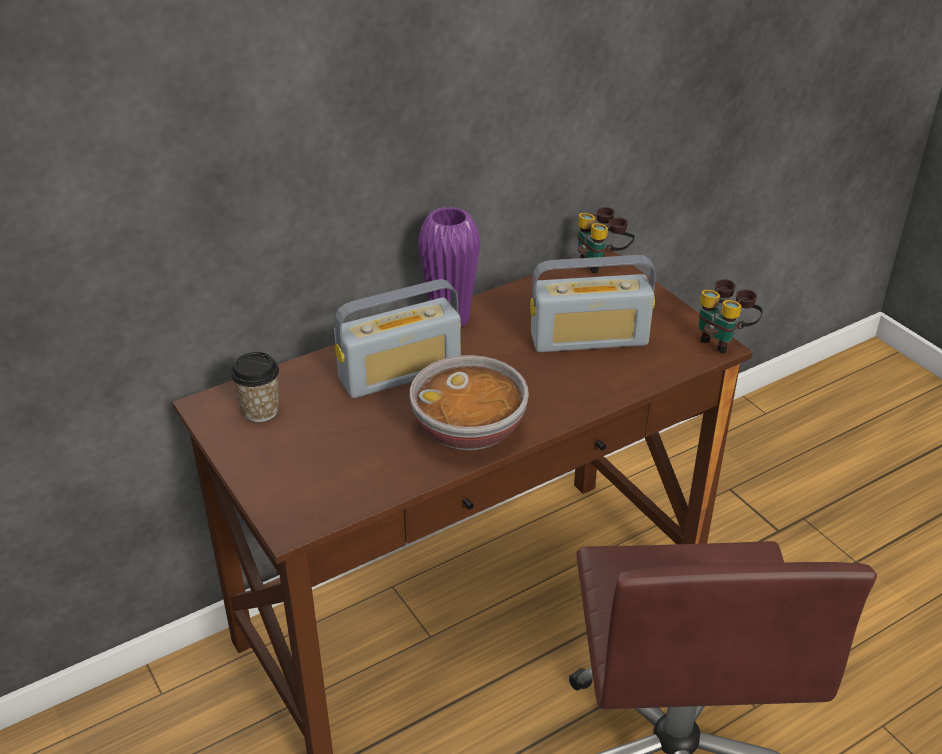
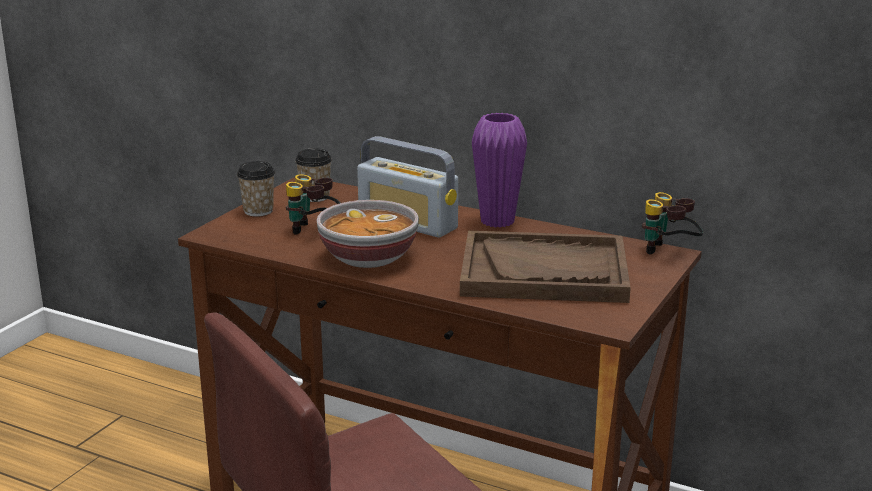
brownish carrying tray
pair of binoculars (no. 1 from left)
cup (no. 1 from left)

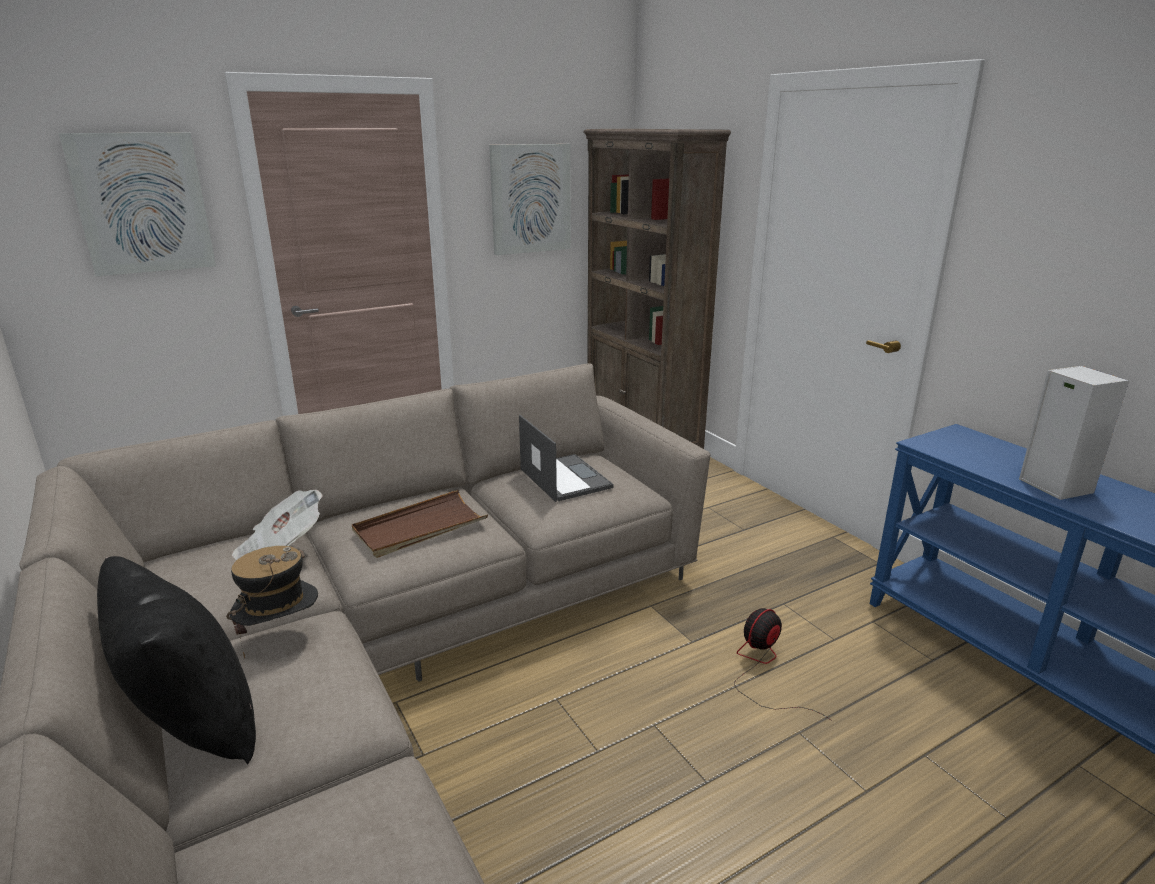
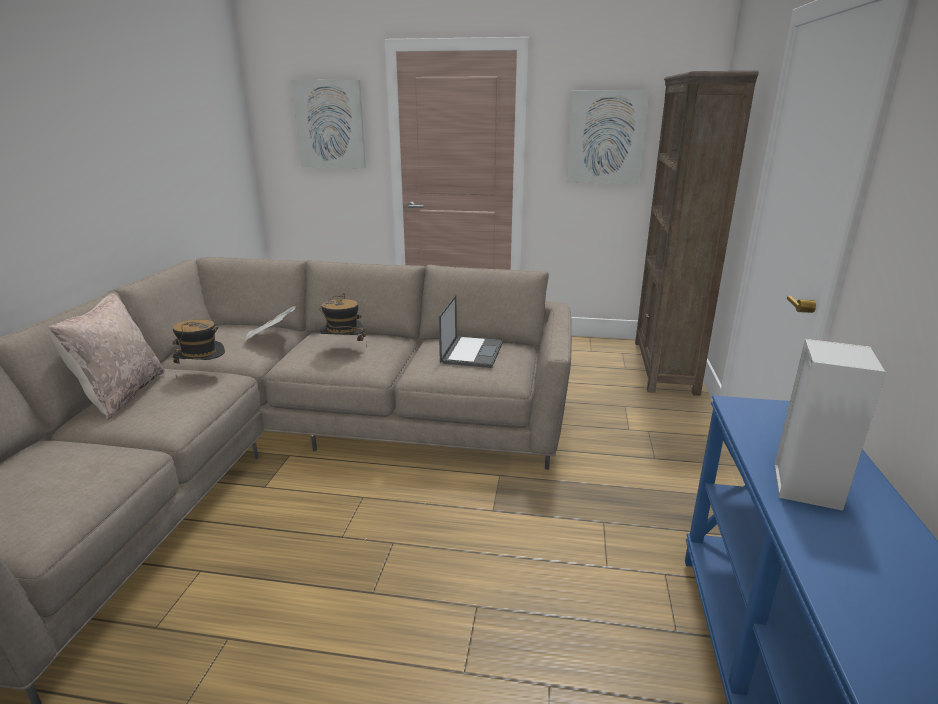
wearable hat (no. 2 from left)
beige throw pillow
fan

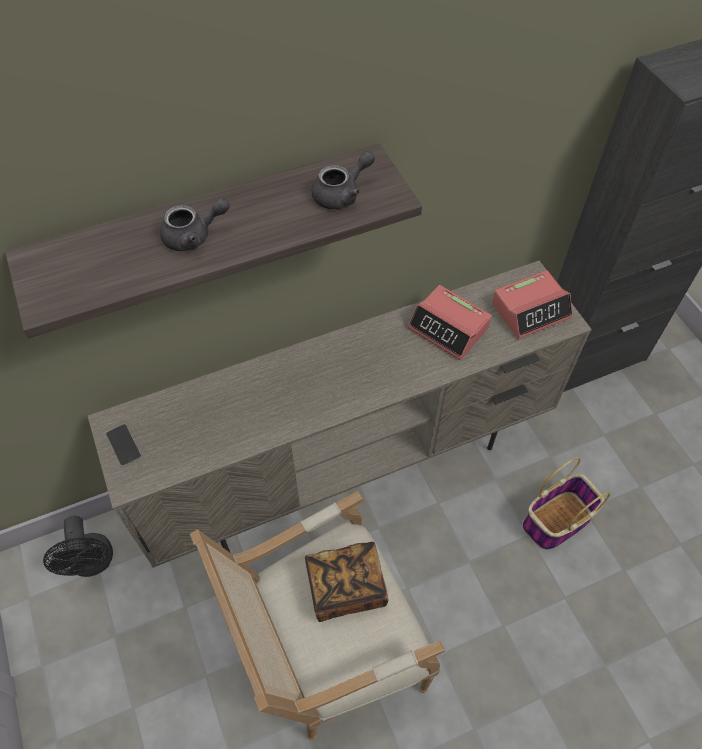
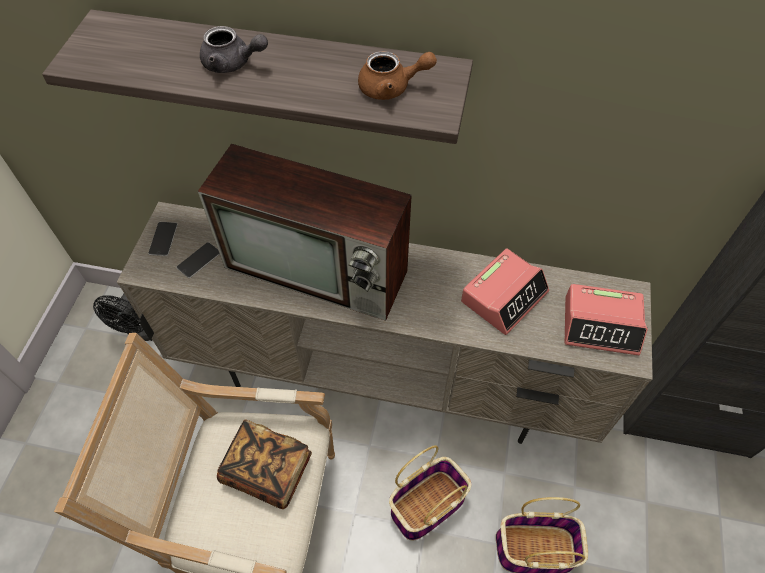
brownish pot for tea
bedside clock (no. 1 from left)
TV set
phone (no. 2 from left)
basket (no. 1 from left)

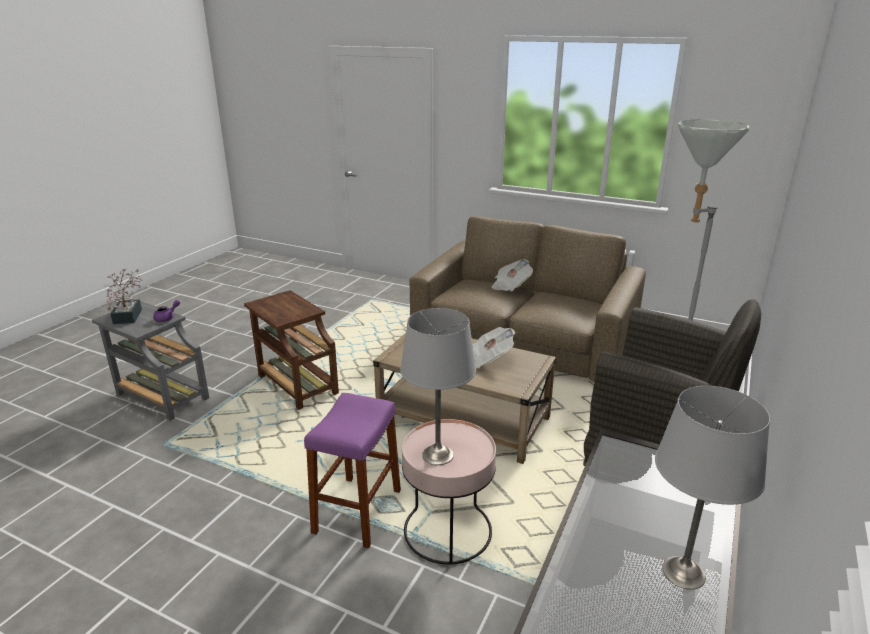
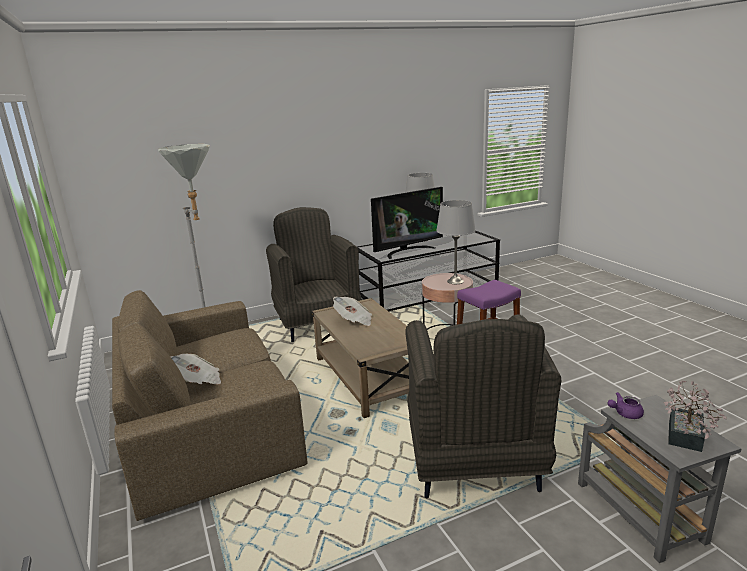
grey armchair (no. 2 from left)
TV set

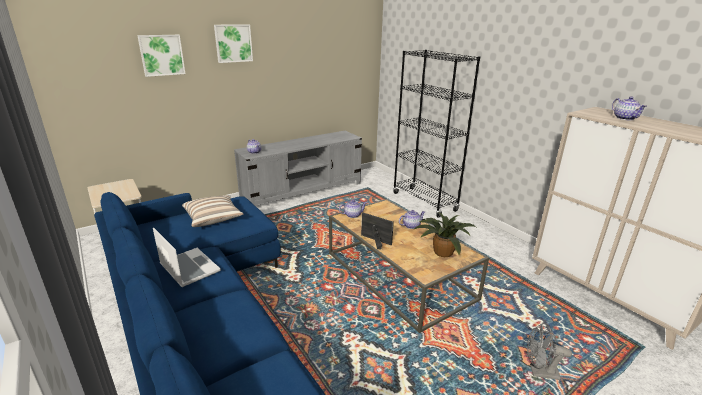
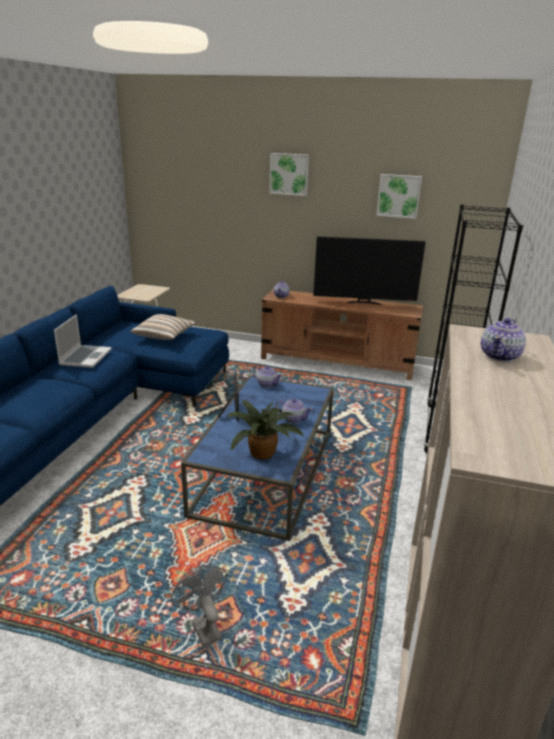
wall picture (no. 2 from left)
brownish media console
blue-coloured low table
TV set

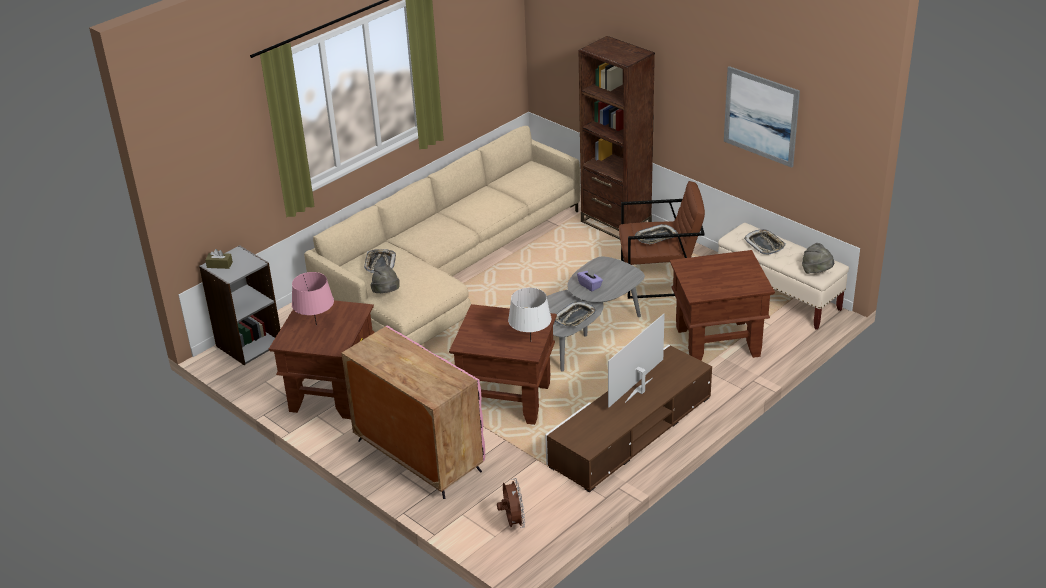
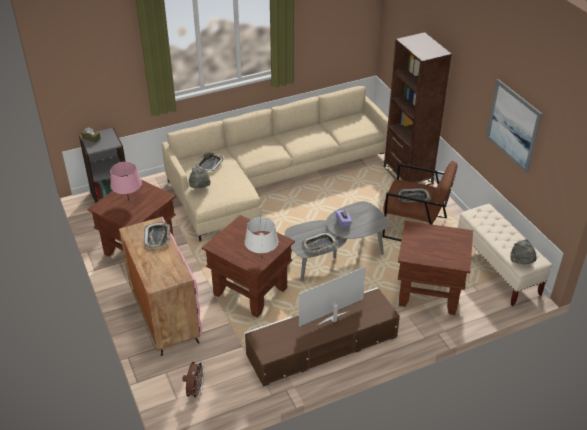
carrying tray (no. 1 from left)

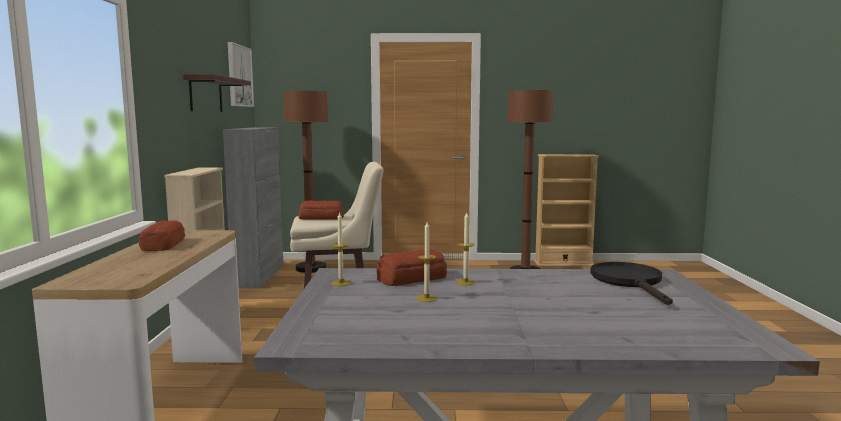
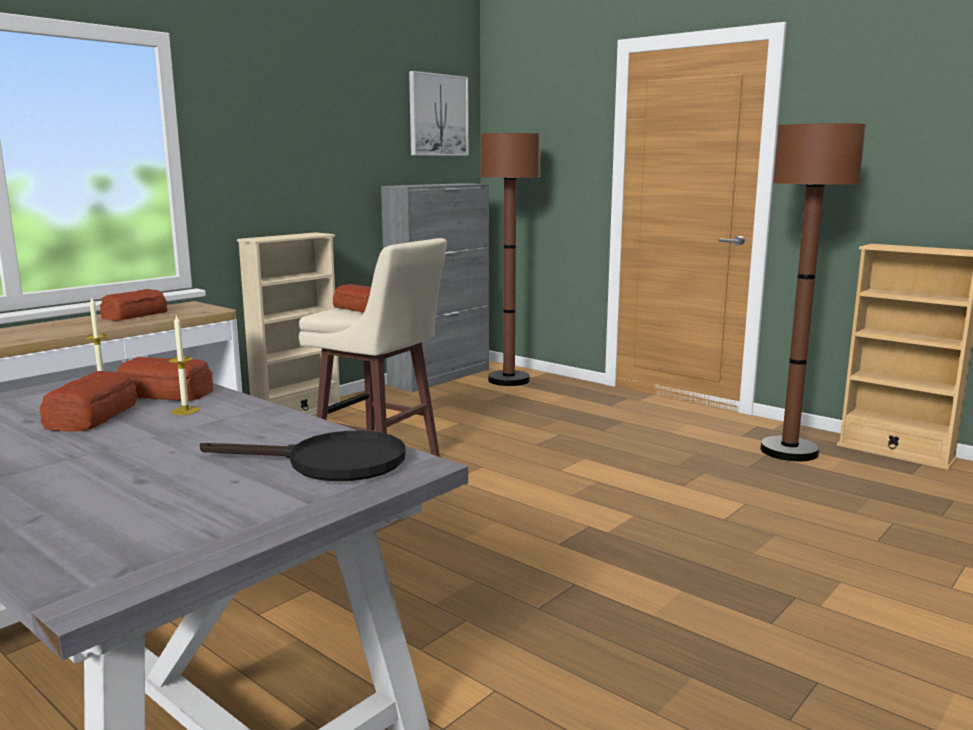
bracket shelf
baked bread (no. 1 from left)
black frying pan

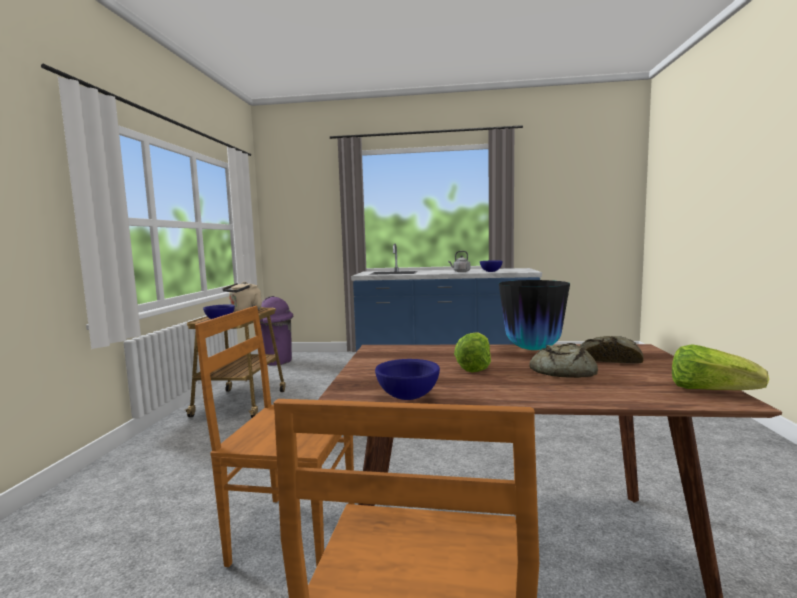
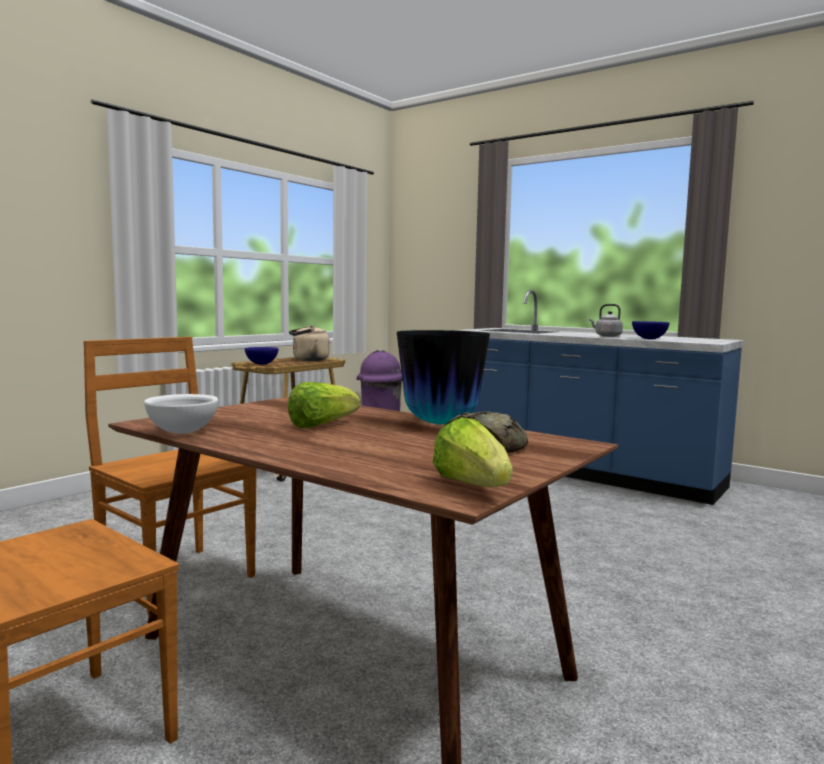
baked bread (no. 1 from left in the first image)
white bowl

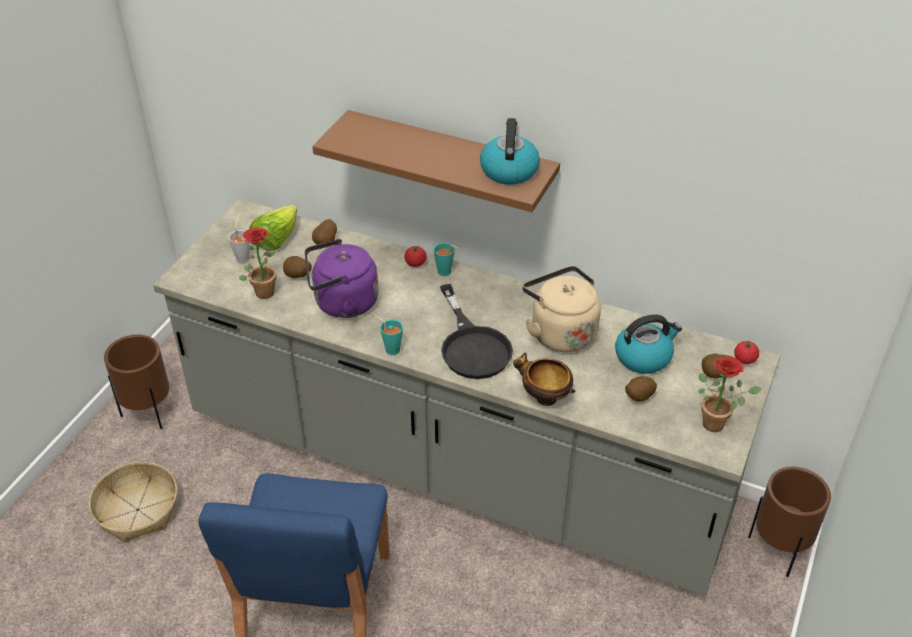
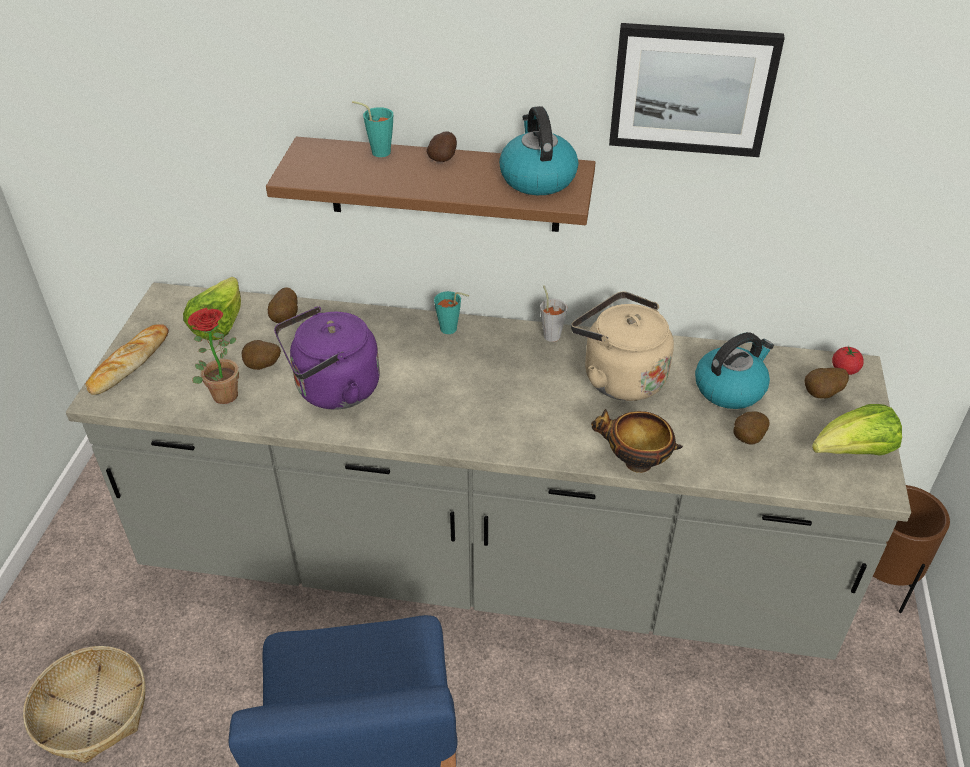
grey cup
tomato (no. 1 from left in the first image)
black frying pan
blue-green cup (no. 1 from left)
brownish plant pot (no. 1 from left in the first image)
lettuce (no. 2 from left)
wall picture
potato (no. 3 from left)
baked bread

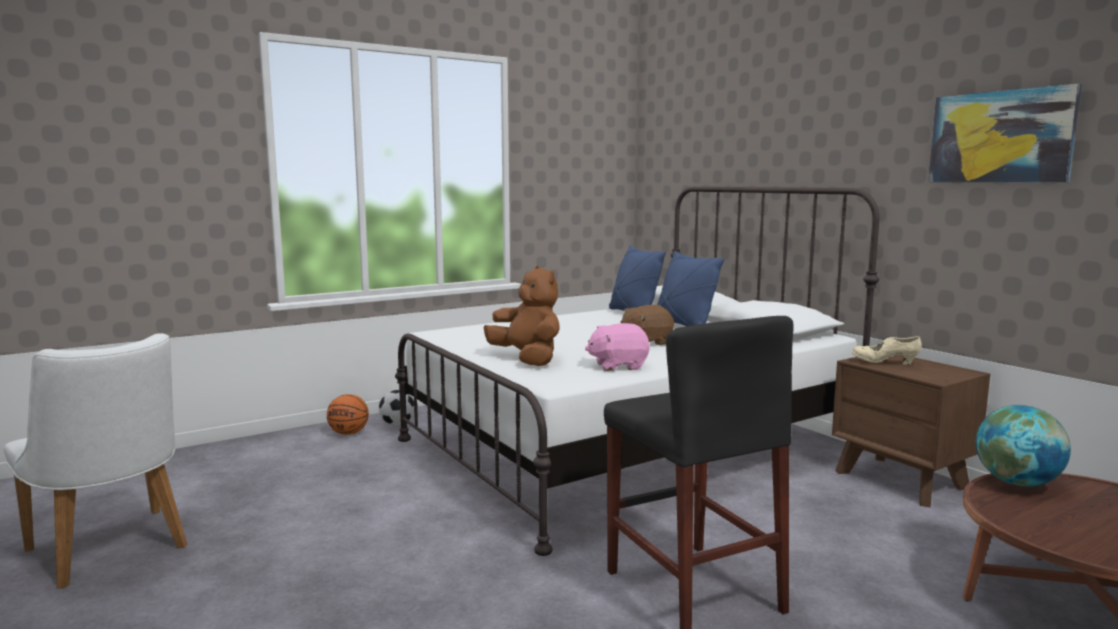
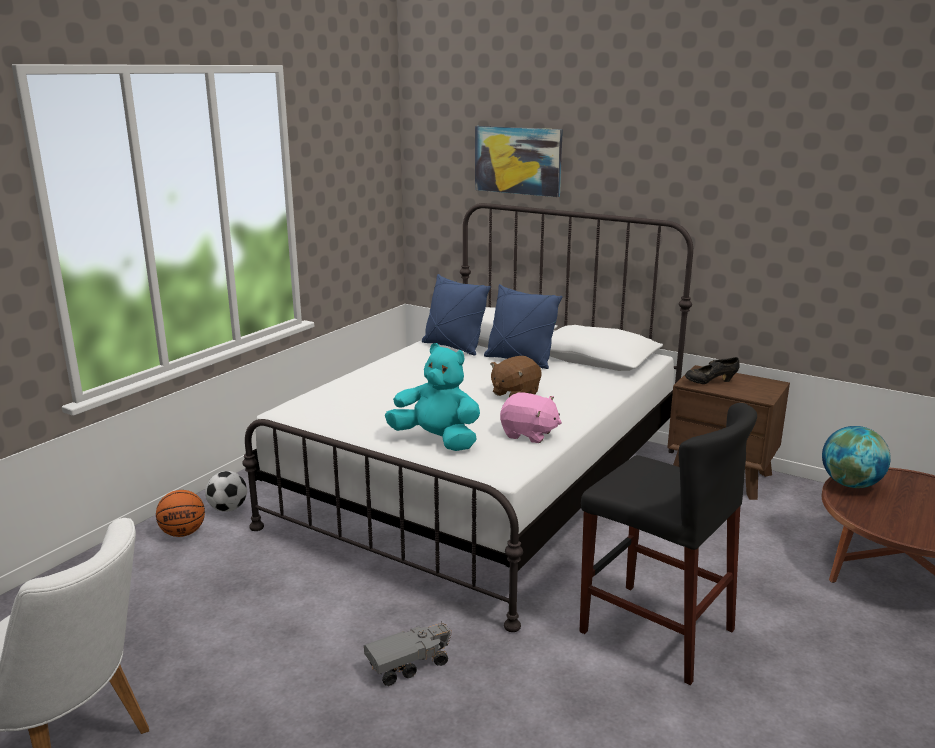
wall picture
blue-green plush toy
pink plush toy
black item of footwear
toy lorry

